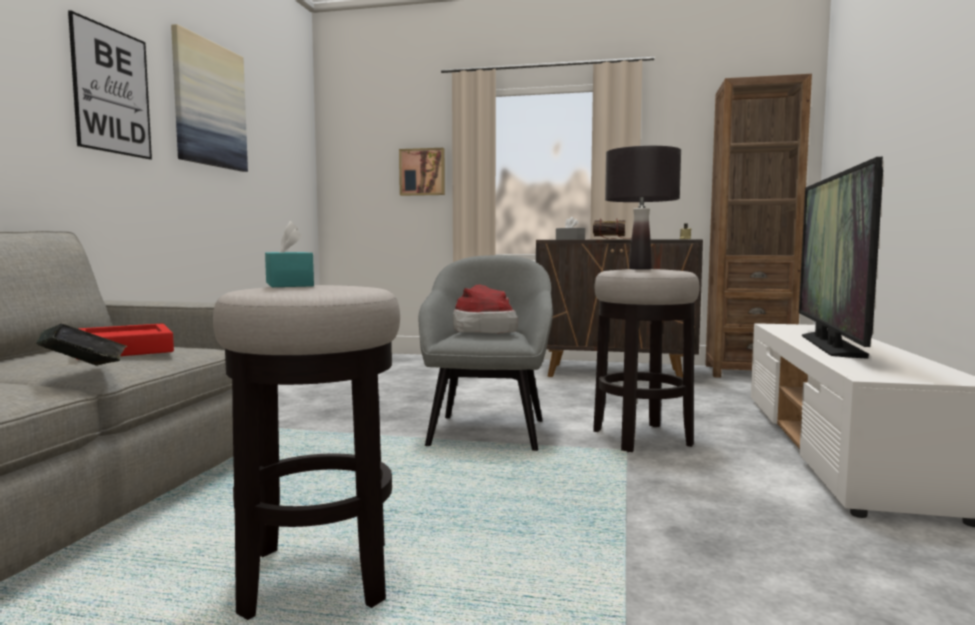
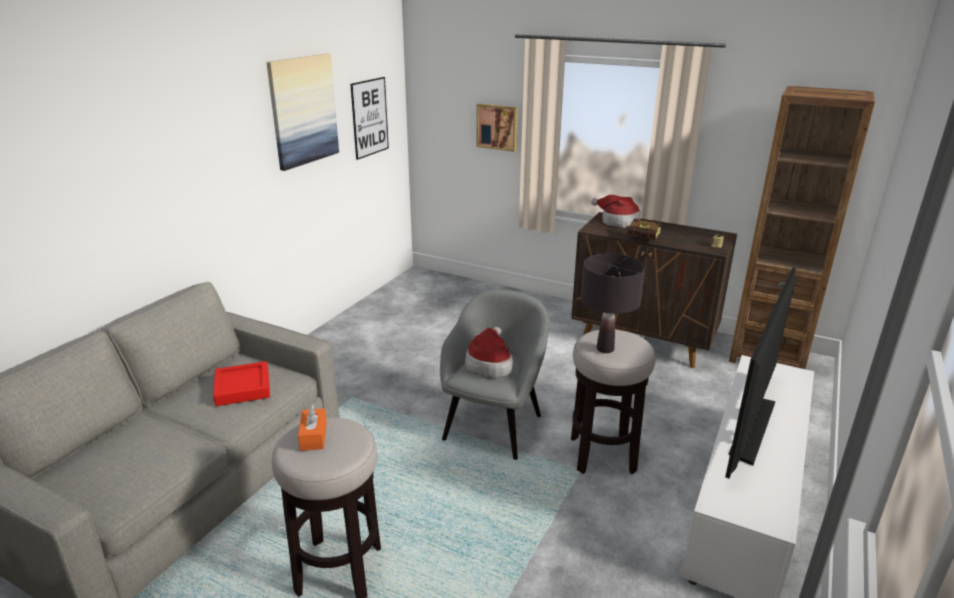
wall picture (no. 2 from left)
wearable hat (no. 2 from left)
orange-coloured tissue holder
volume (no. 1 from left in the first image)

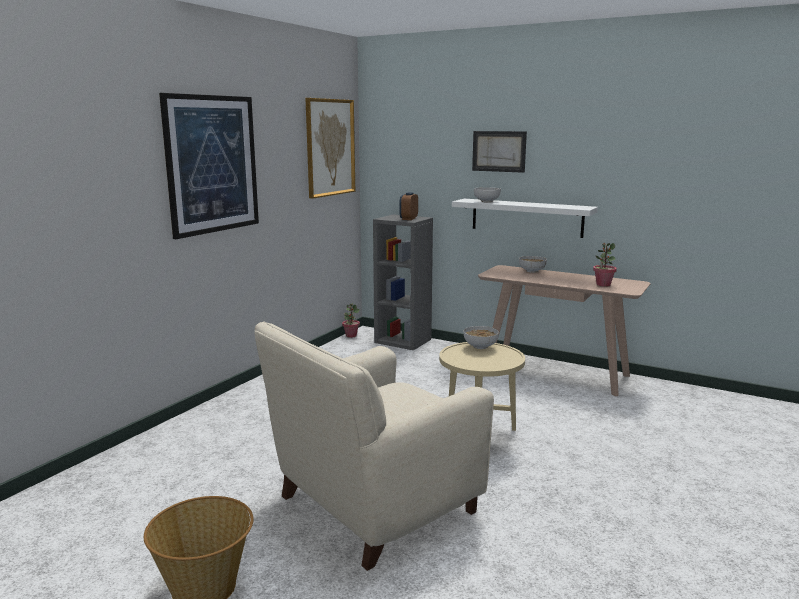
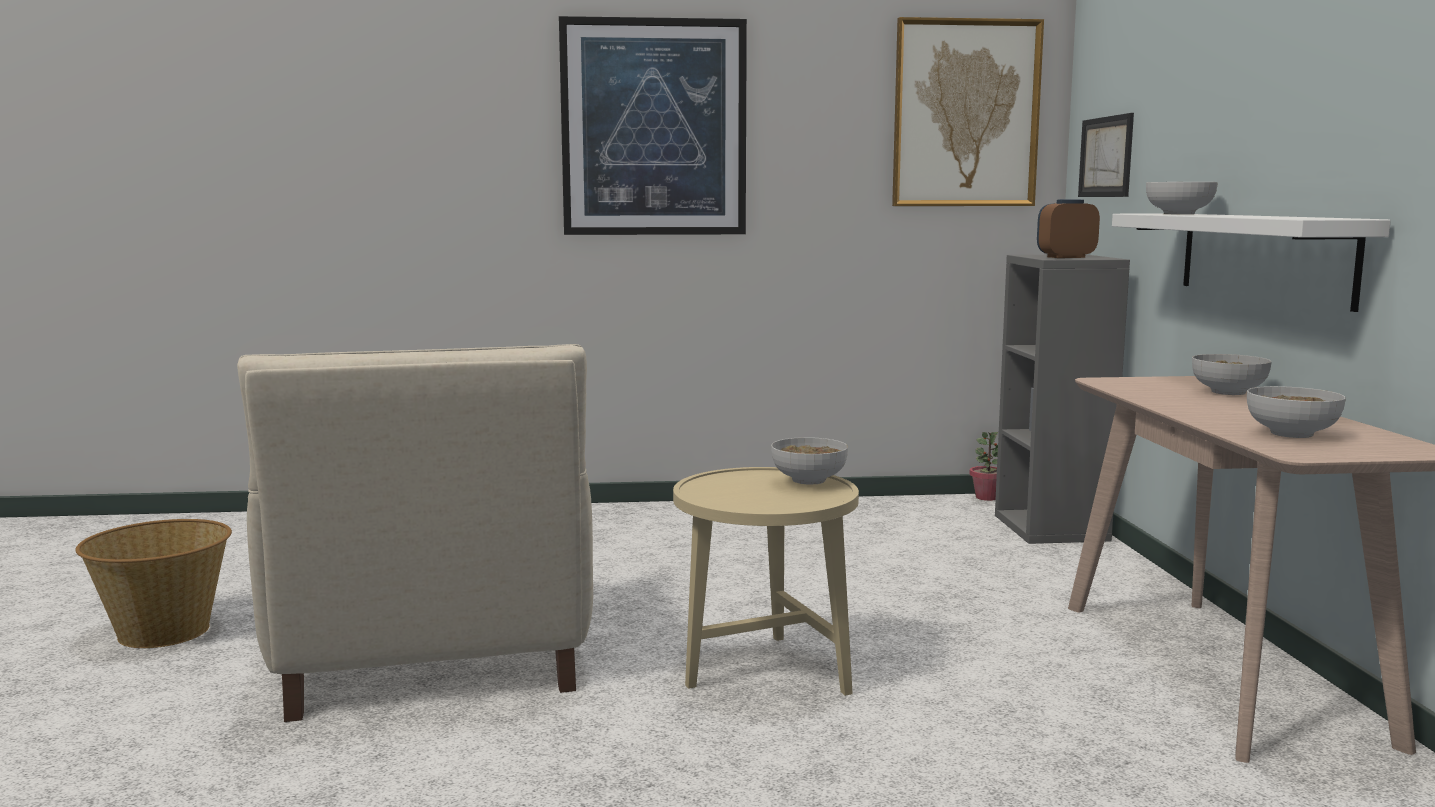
wall picture (no. 3 from left)
bowl (no. 4 from left)
beige armchair

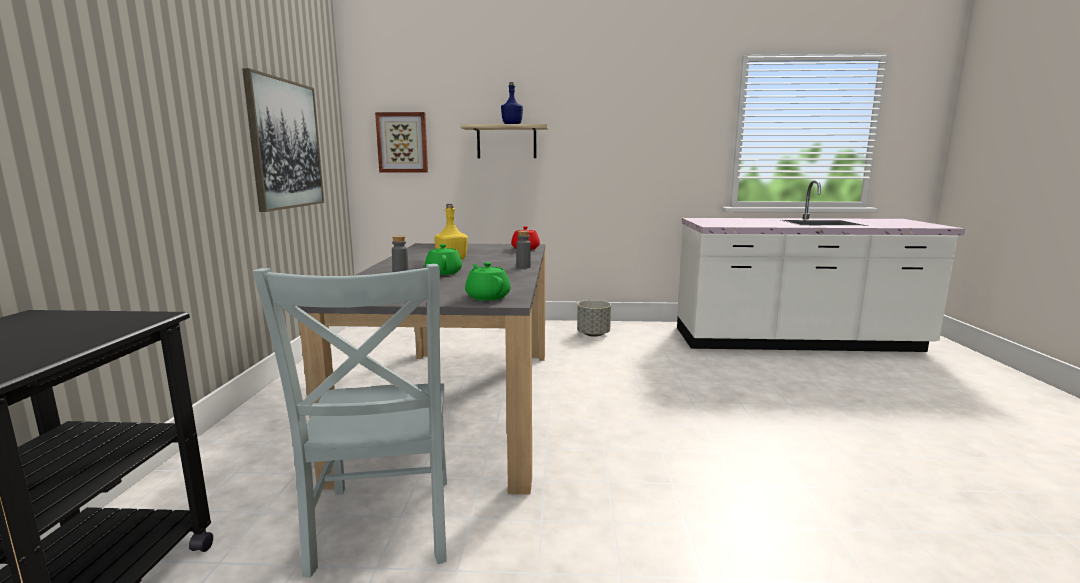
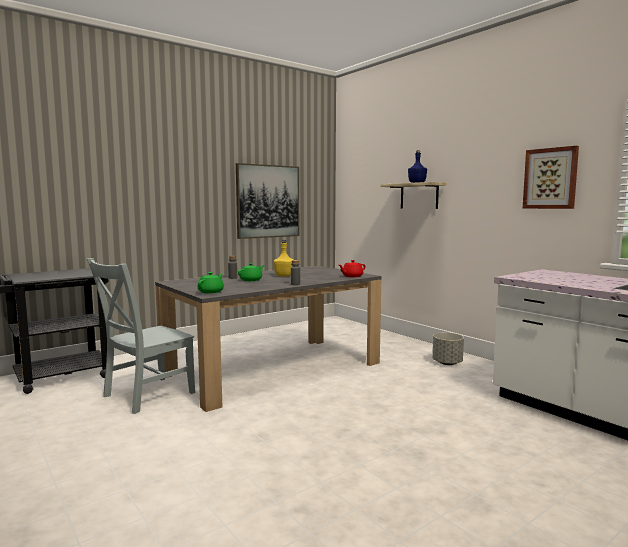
wall picture (no. 2 from left)

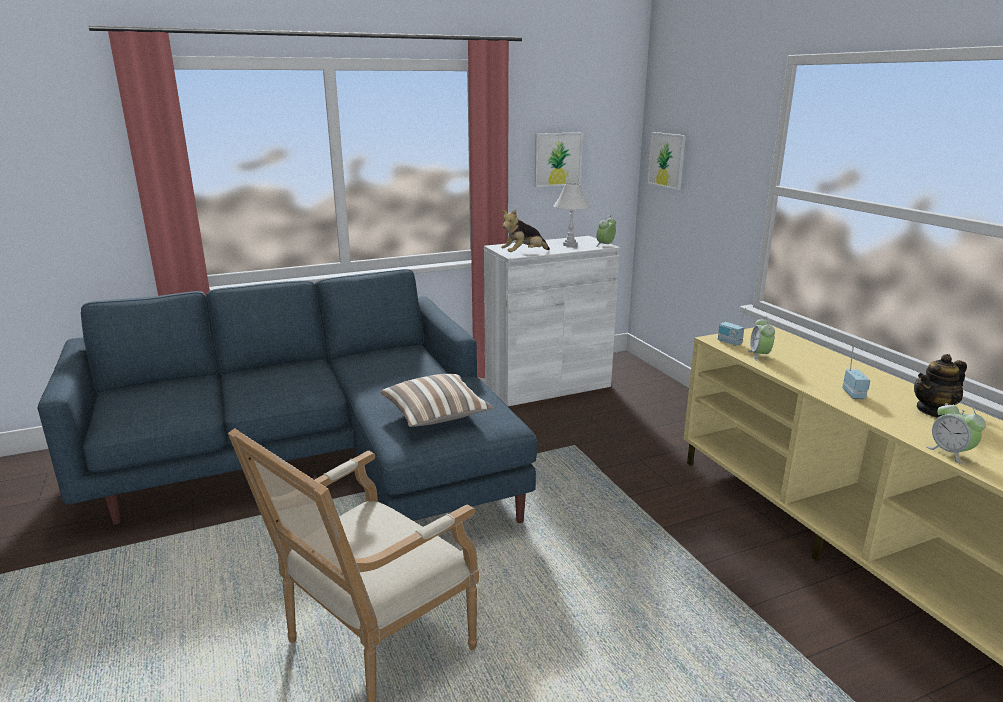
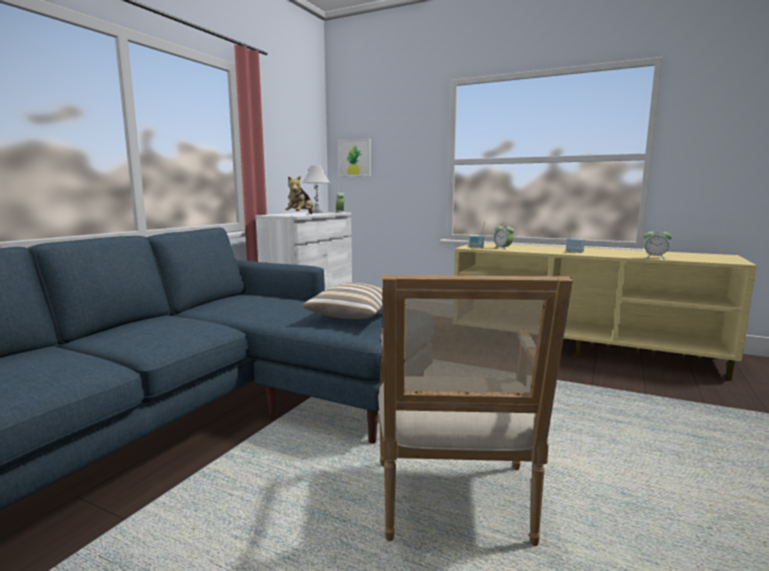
wall picture (no. 1 from left in the first image)
pot for tea

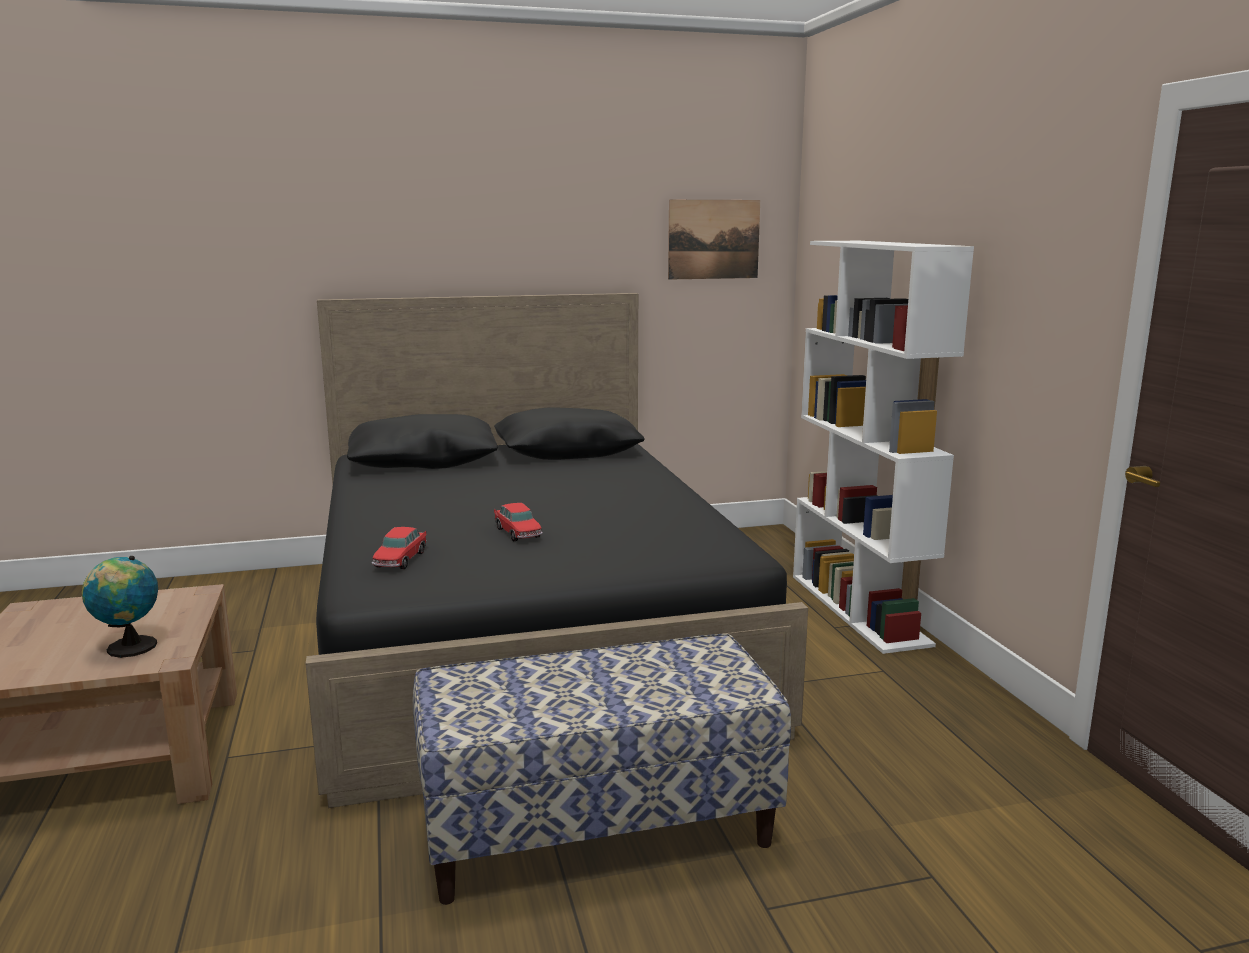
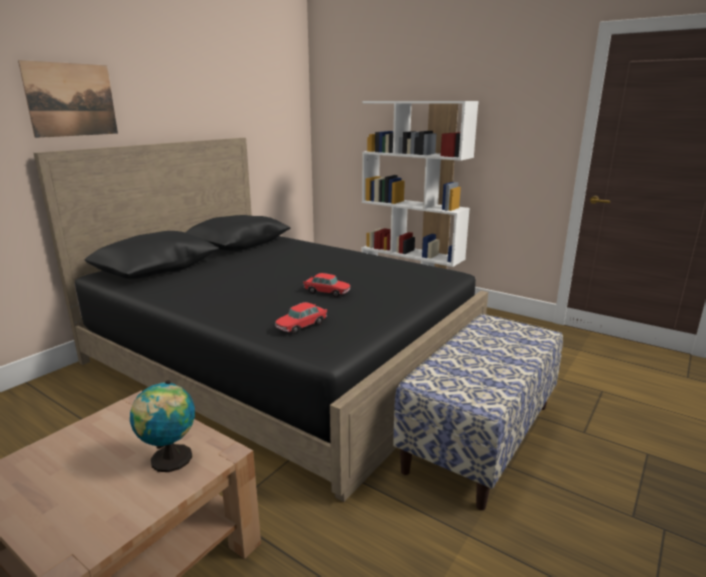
wall picture
toy car (no. 1 from left)

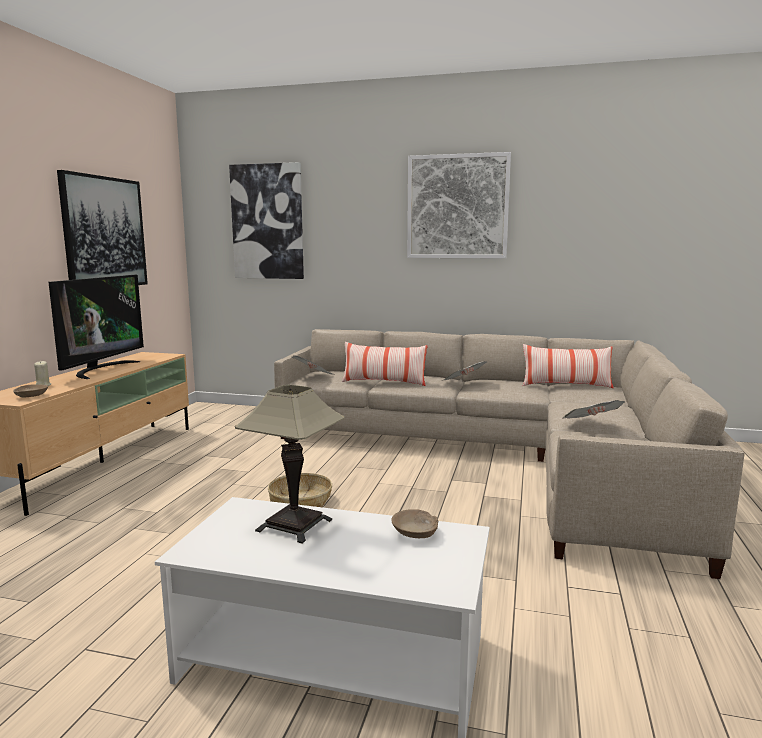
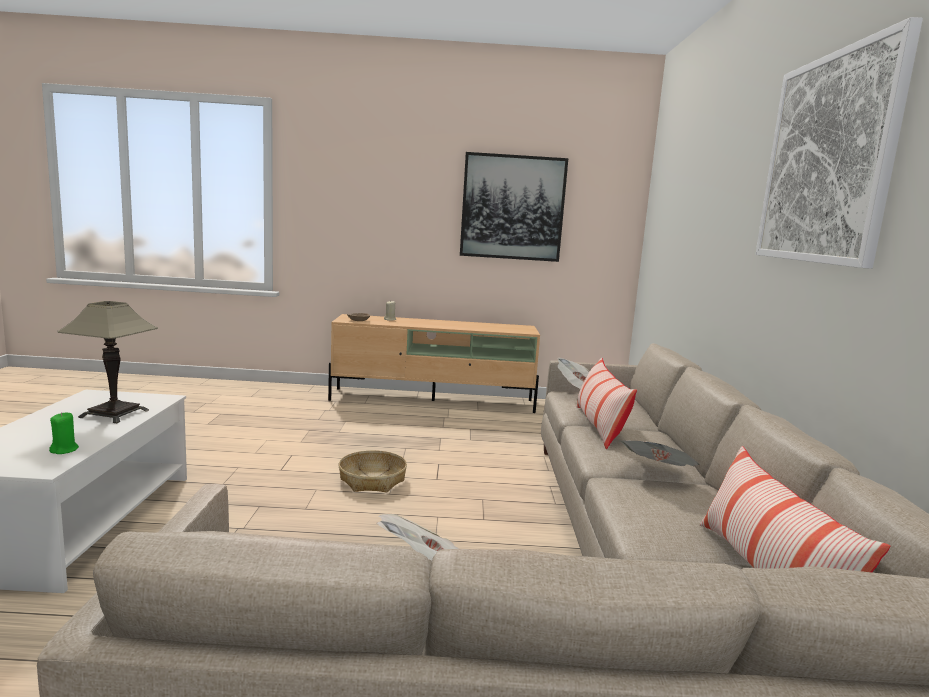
wall picture (no. 2 from left in the first image)
TV set
green wax candle

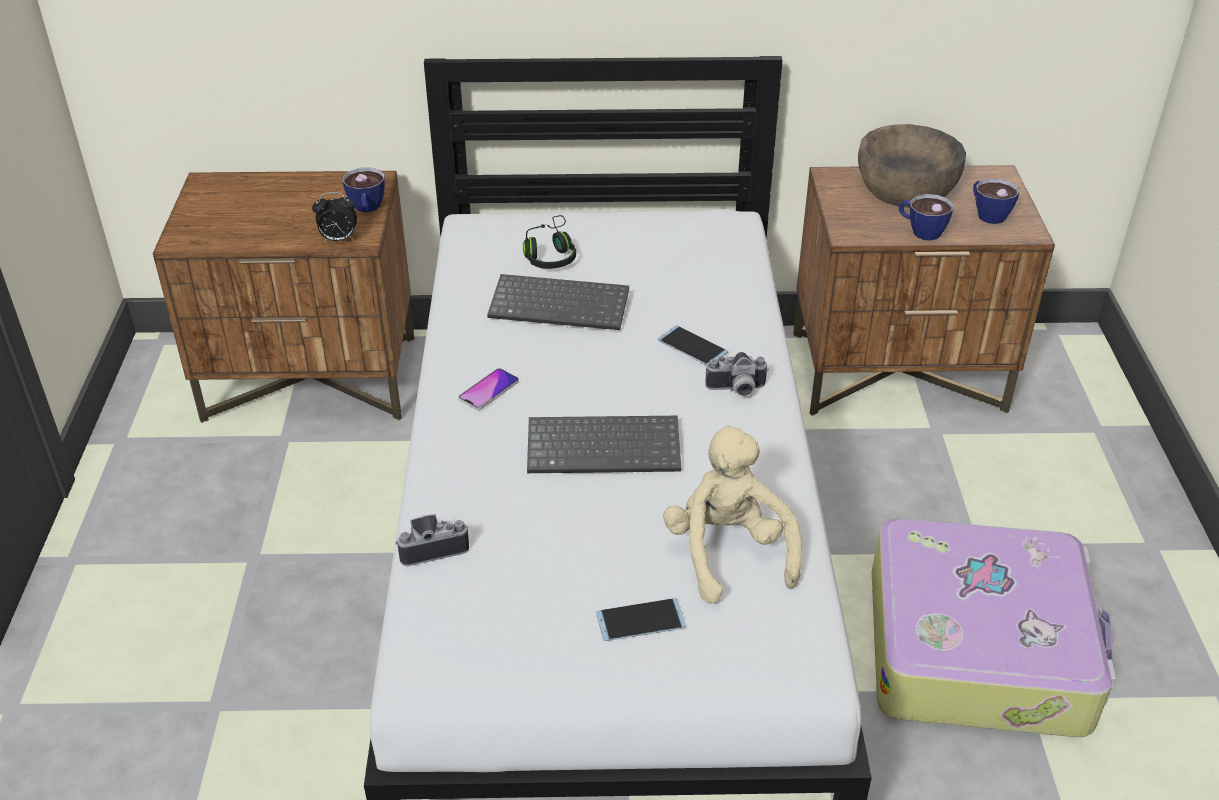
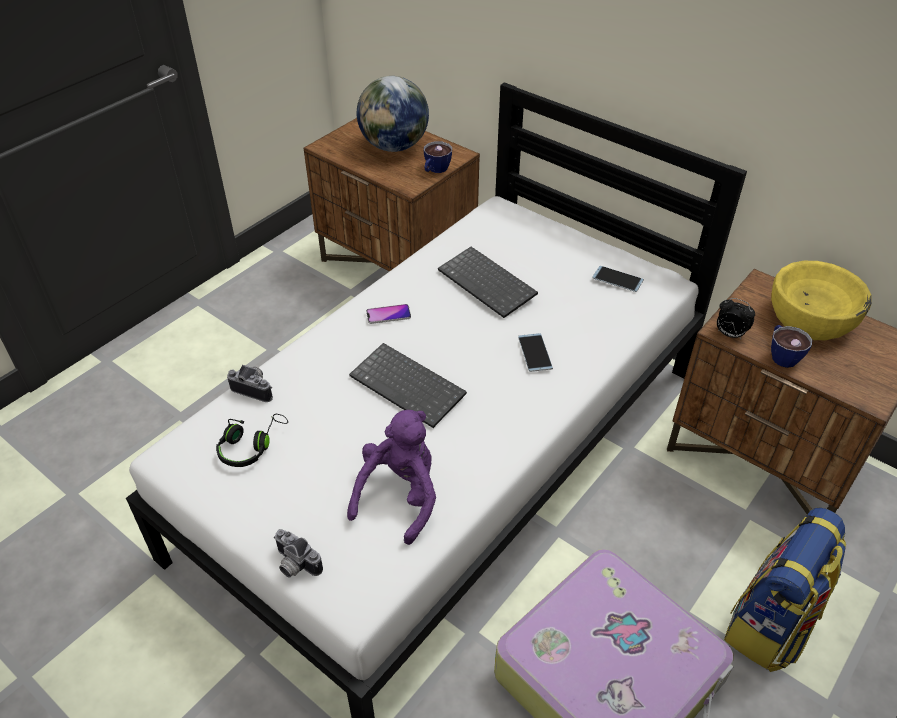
yellow-coloured bowl
cup (no. 3 from left in the first image)
bedside clock
black headset
still camera (no. 2 from left)
purplish plush toy
phone (no. 3 from left)
world globe
knapsack

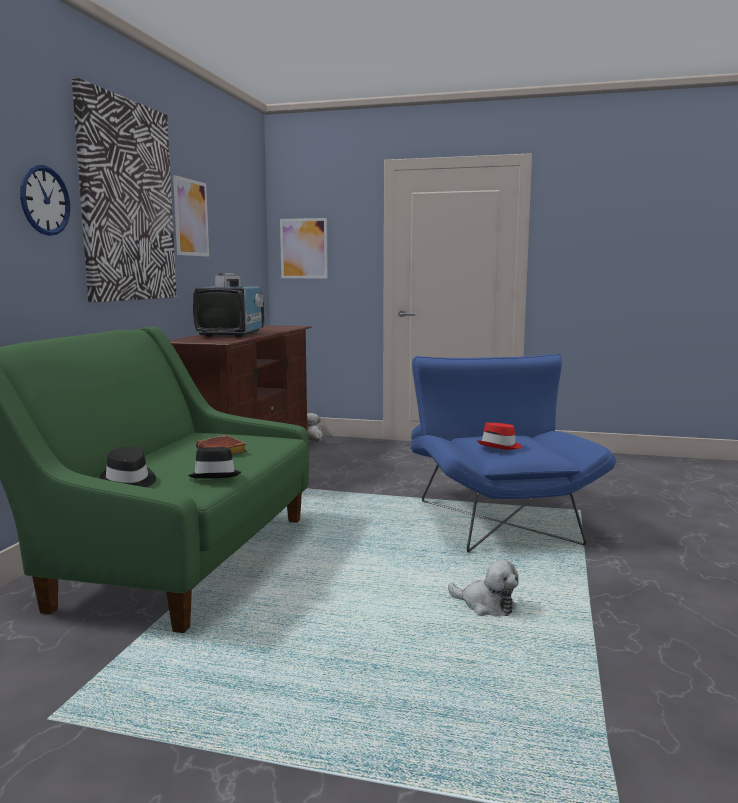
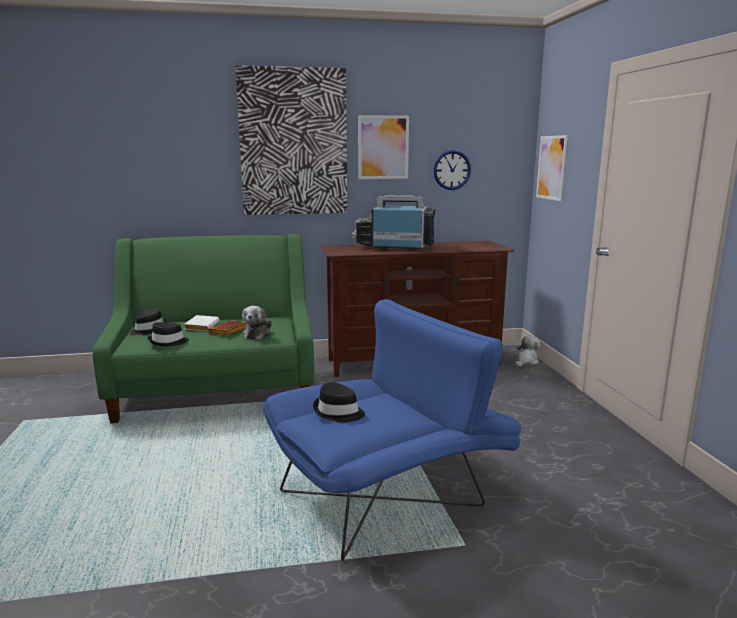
clock on the wall
TV set
black wearable hat (no. 3 from left)
plush toy (no. 1 from left)
white volume

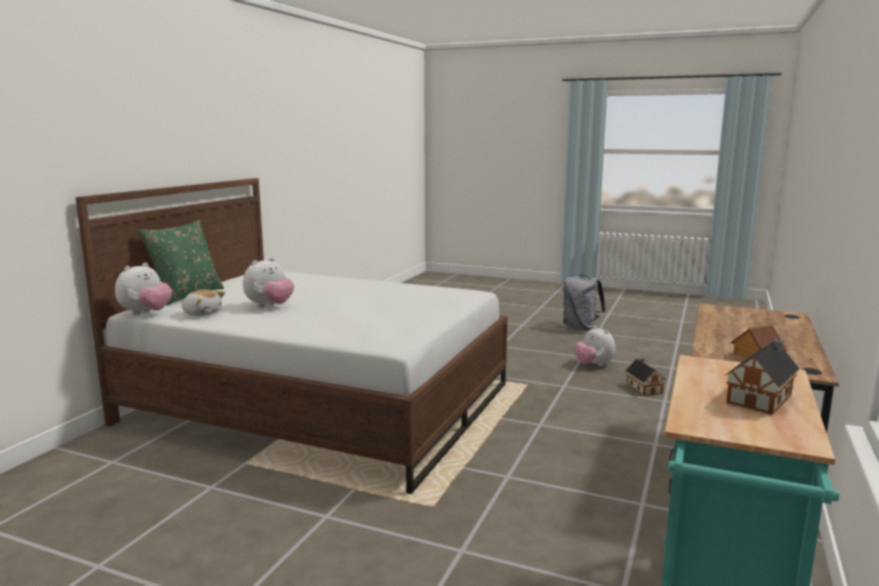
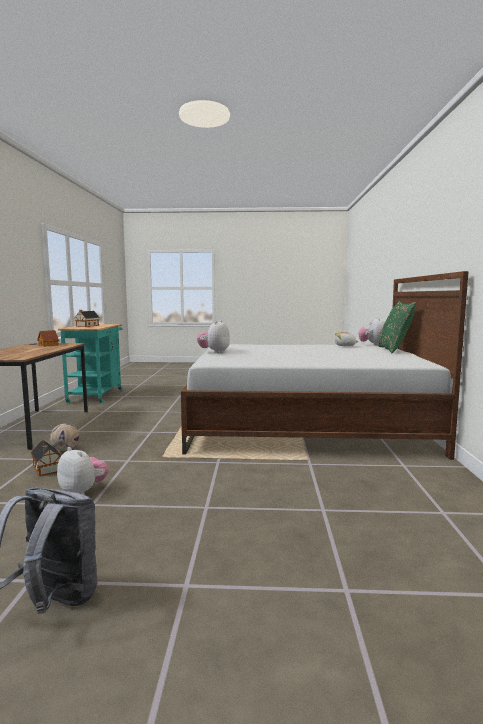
plush toy (no. 2 from left)
football

